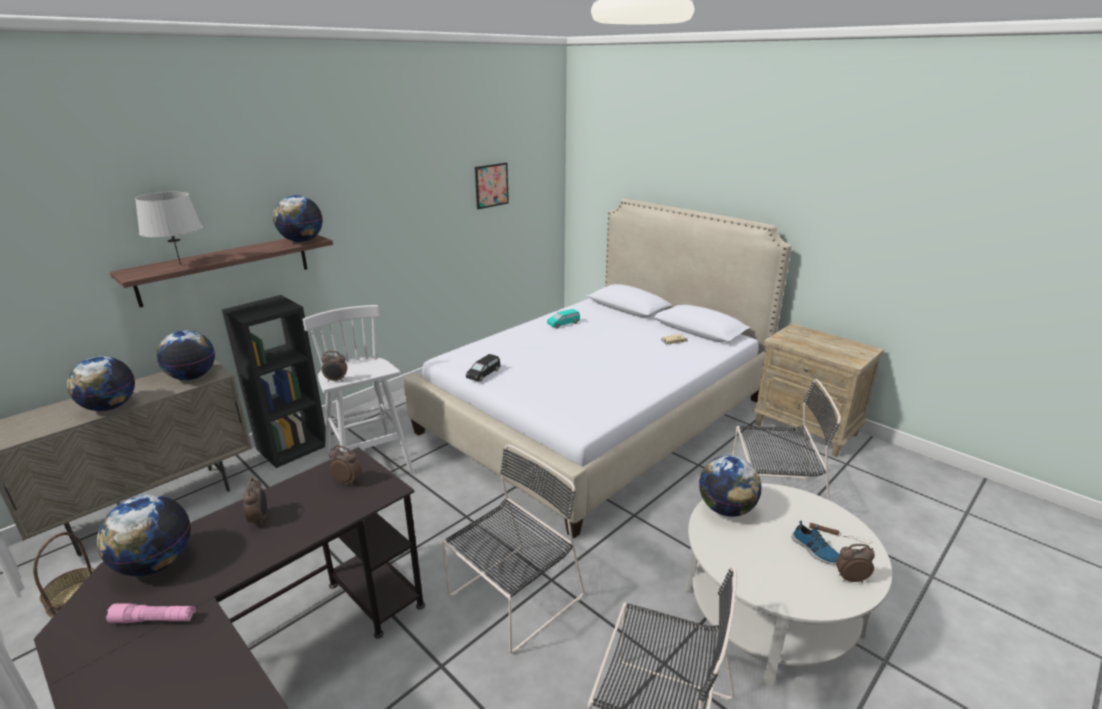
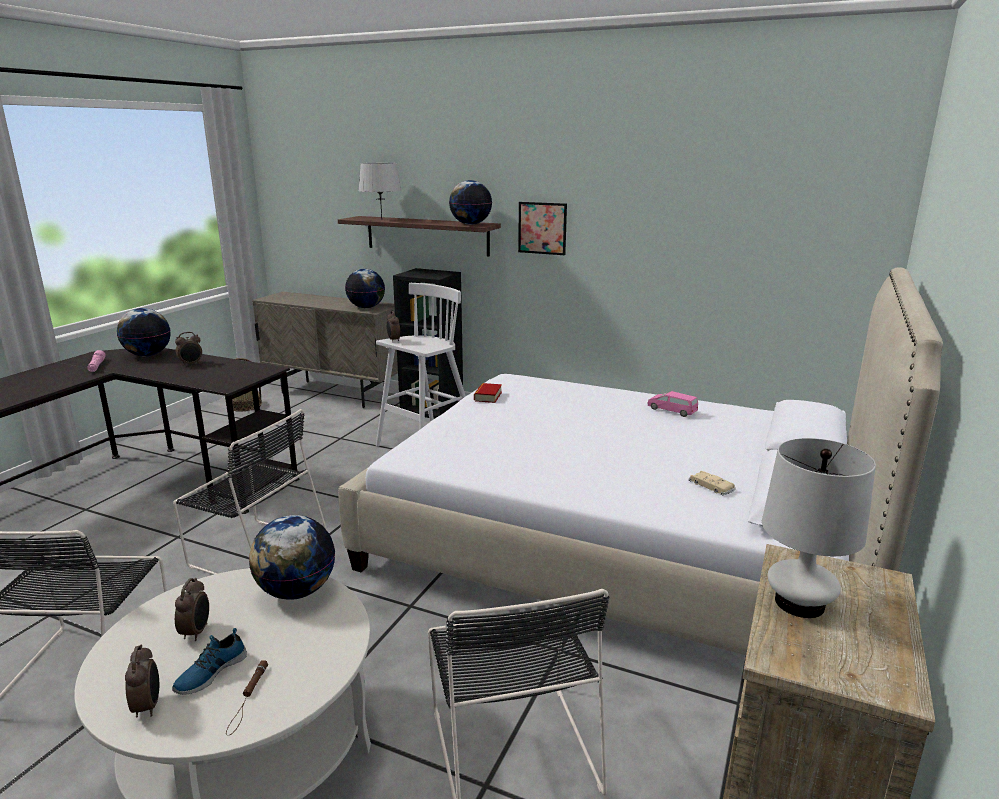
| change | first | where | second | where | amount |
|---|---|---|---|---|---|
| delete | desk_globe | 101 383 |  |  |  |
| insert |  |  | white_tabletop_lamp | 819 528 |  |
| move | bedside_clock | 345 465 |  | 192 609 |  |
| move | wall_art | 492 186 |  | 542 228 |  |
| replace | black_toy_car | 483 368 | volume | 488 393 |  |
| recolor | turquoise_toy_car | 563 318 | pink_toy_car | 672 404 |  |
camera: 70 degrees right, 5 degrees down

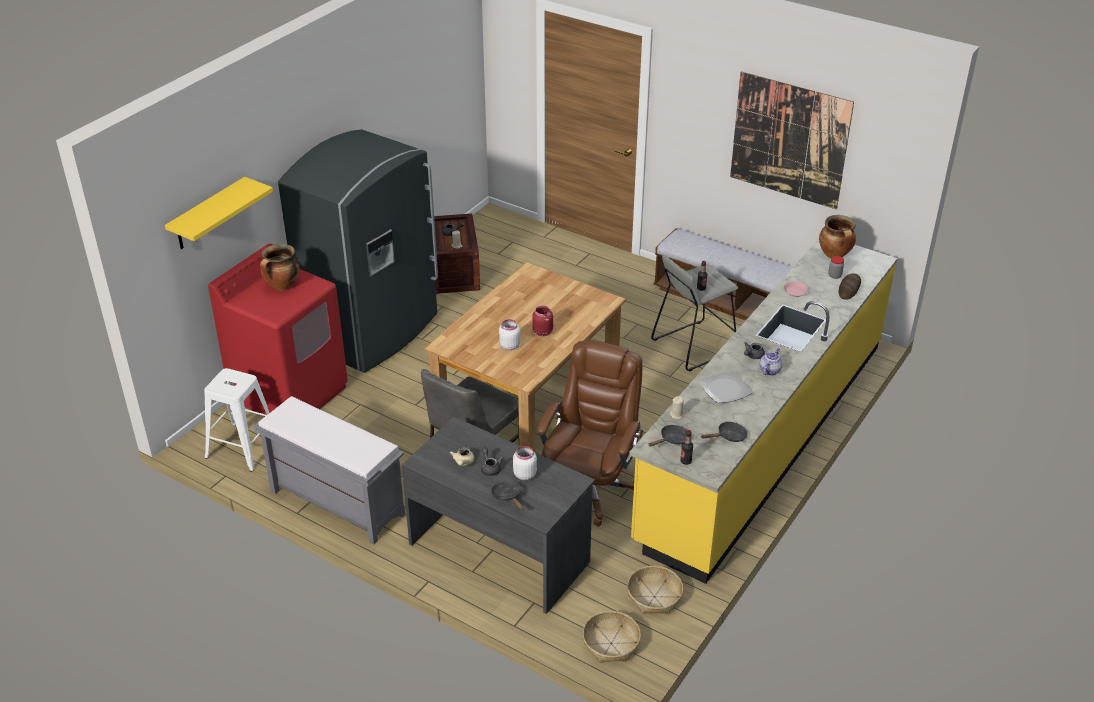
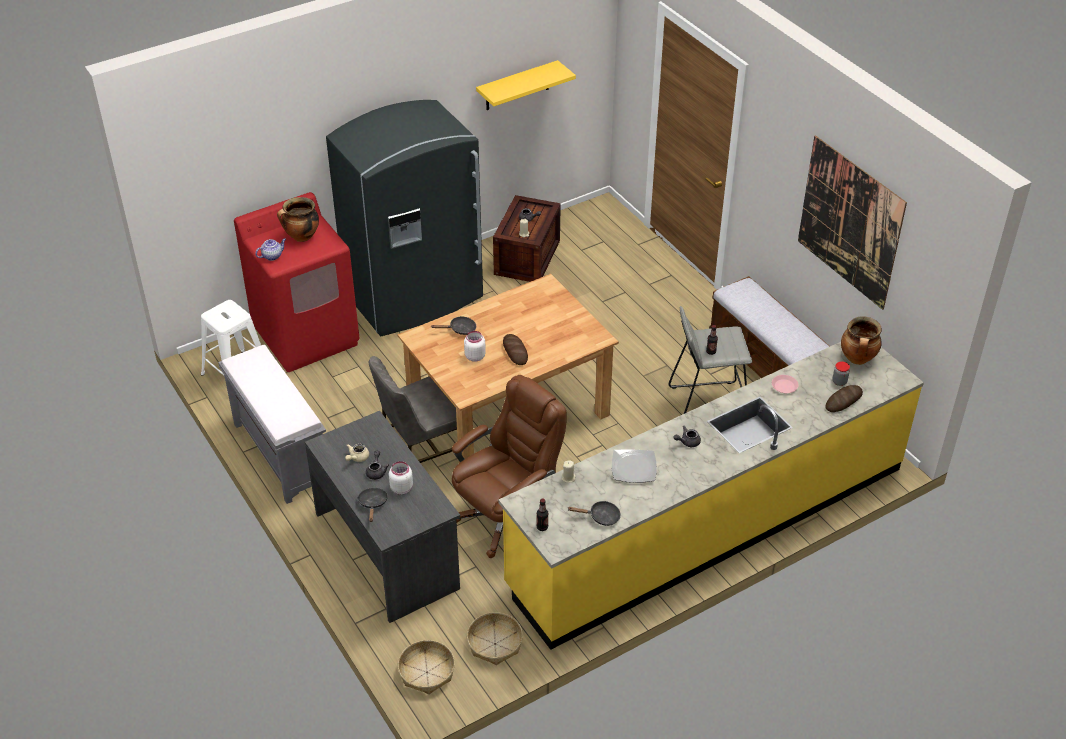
| change | first | where | second | where | amount |
|---|---|---|---|---|---|
| move | yellowish_wall_shelf | 219 213 |  | 526 85 |  |
| move | black_pan | 667 436 |  | 453 325 |  |
| move | tea_pot | 771 361 |  | 270 249 |  |
| replace | red_preserve_jar | 542 321 | bakery_bread | 515 349 |  |
camera: 25 degrees right, 5 degrees up

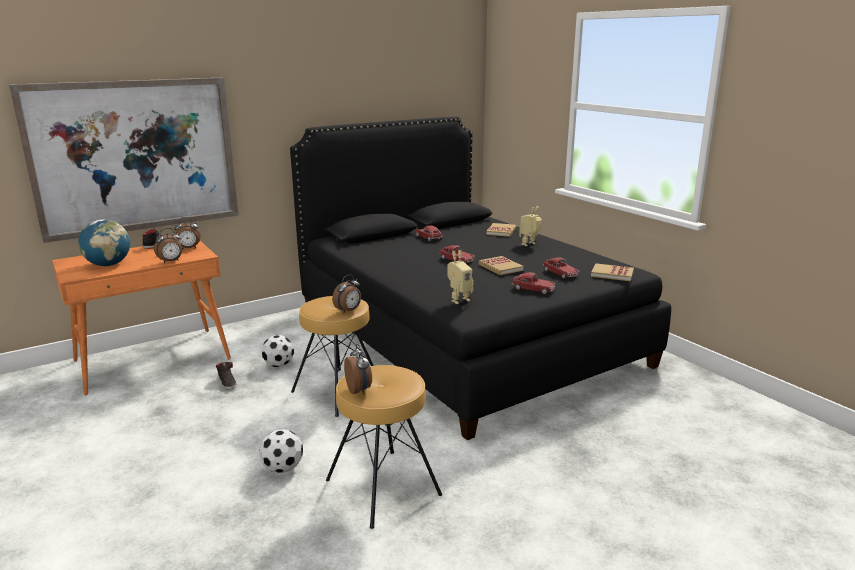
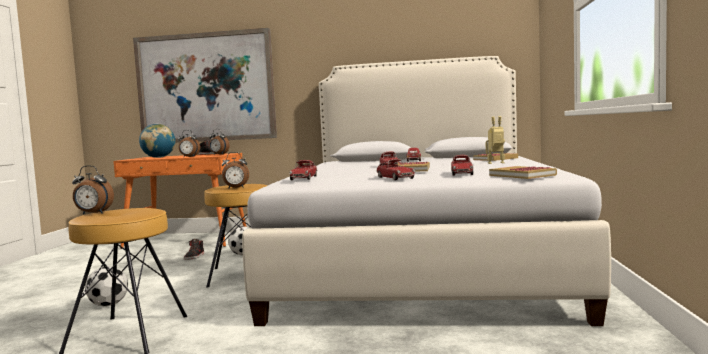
| change | first | where | second | where | amount |
|---|---|---|---|---|---|
| replace | robot_figure | 460 277 | toy_car | 303 170 |  |
| recolor | black_bed | 480 278 | white_bed | 426 191 |  |
| rotate | bedside_clock | 358 369 |  | 93 189 | 75 degrees clockwise |
camera: 40 degrees right, 15 degrees down

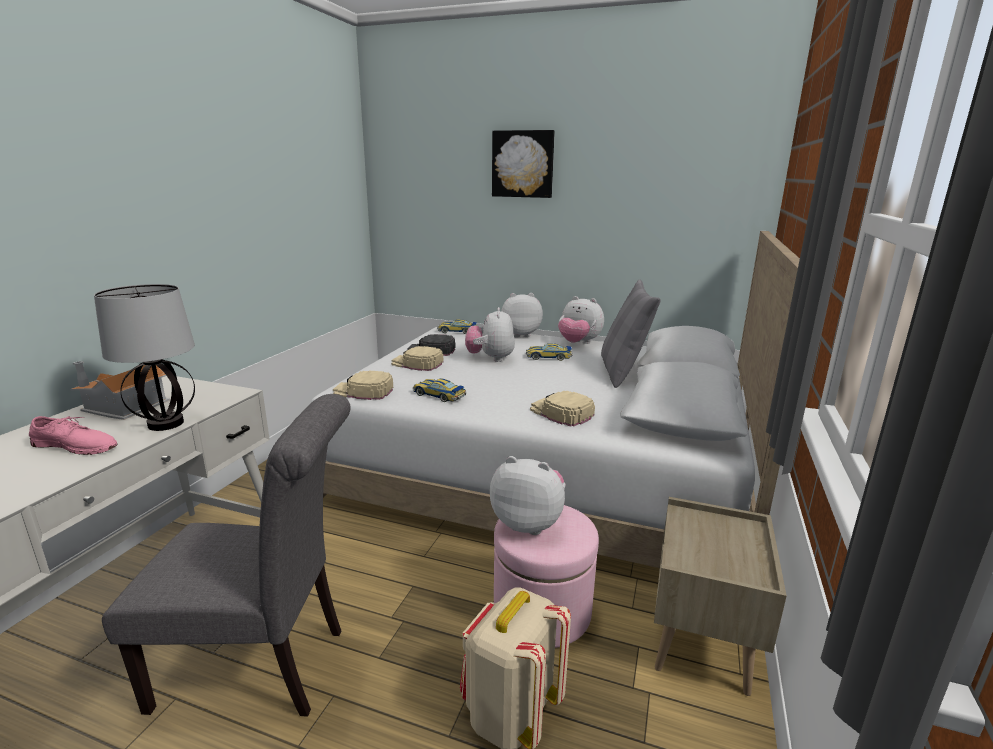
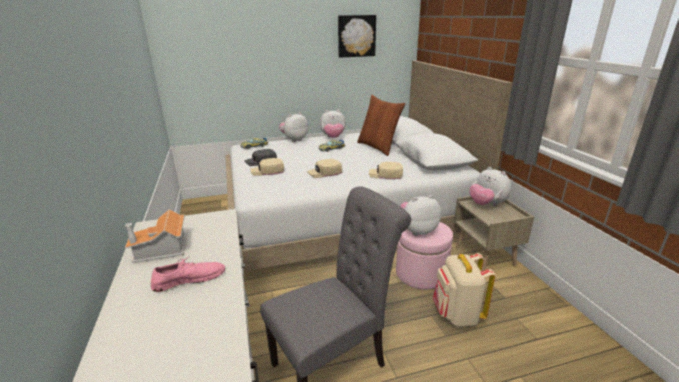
| change | first | where | second | where | amount |
|---|---|---|---|---|---|
| delete | tabletop_lamp | 144 357 |  |  |  |
| delete | toy_car | 439 390 |  |  |  |
| move | sand-coloured_baseball_cap | 363 385 |  | 324 168 |  |
| move | cuddly_toy | 490 334 |  | 490 186 |  |
| move | wall_art | 523 164 |  | 357 36 |  |
| recolor | gray_pillow | 631 333 | brown-coloured_pillow | 381 125 |  |
camera: 35 degrees left, 5 degrees up

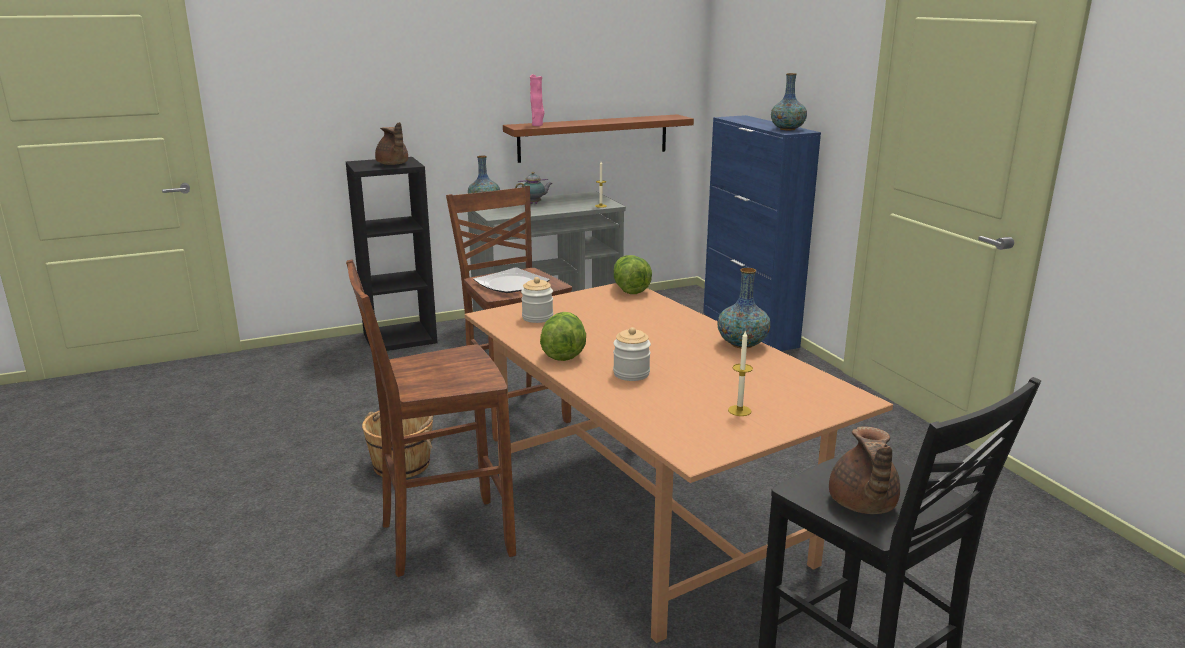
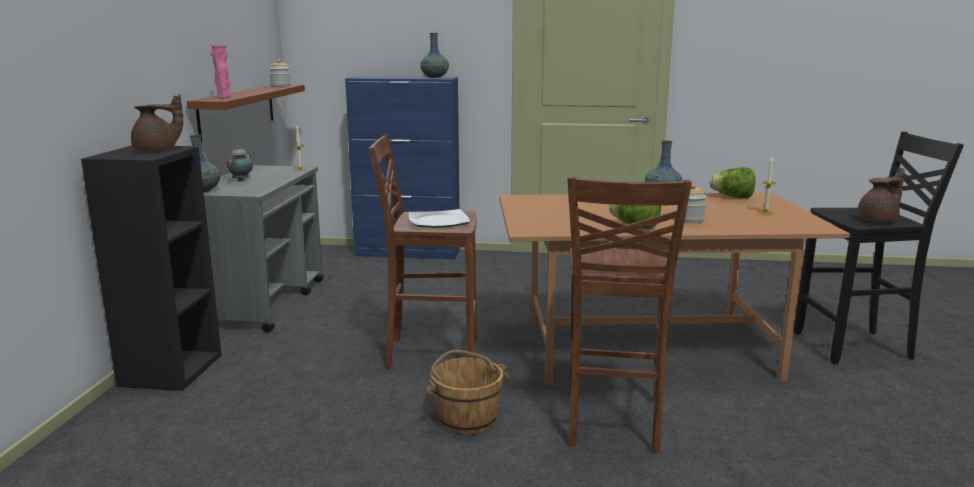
| change | first | where | second | where | amount |
|---|---|---|---|---|---|
| move | preserve_jar | 537 300 |  | 279 73 |  |
| move | lettuce | 632 274 |  | 732 182 |  |
| rotate | brown-coloured_tea_pot | 864 470 |  | 881 195 | 60 degrees counterclockwise |
camera: 60 degrees left, 5 degrees down

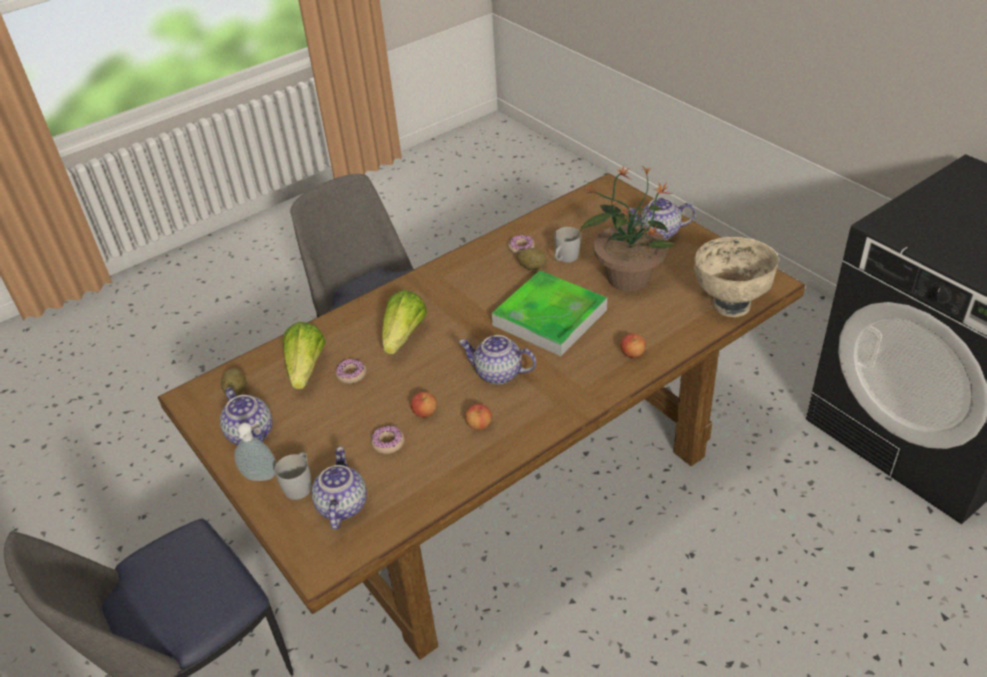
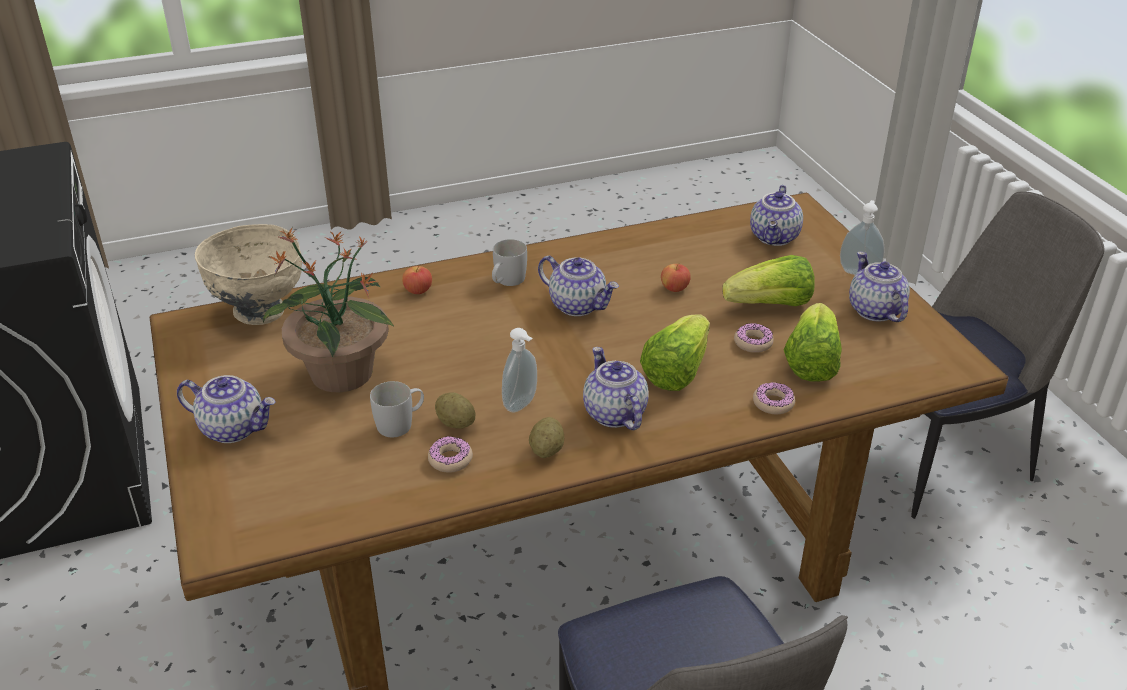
| change | first | where | second | where | amount |
|---|---|---|---|---|---|
| delete | apple_fruit | 478 417 |  |  |  |
| delete | tray | 549 313 |  |  |  |
| insert |  |  | soap_bottle | 519 370 |  |
| insert |  |  | tea_pot | 616 388 |  |
| insert |  |  | lettuce | 768 280 |  |
| move | potato | 233 382 |  | 546 437 |  |
| move | white_mug | 293 476 |  | 509 262 |  |
| move | doughnut | 388 440 |  | 774 398 |  |
camera: 165 degrees left, 5 degrees down

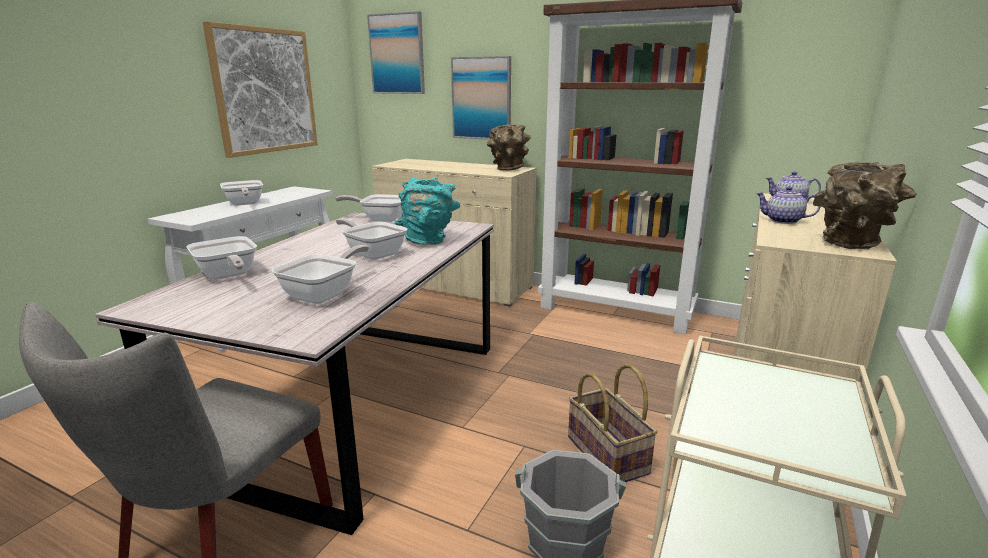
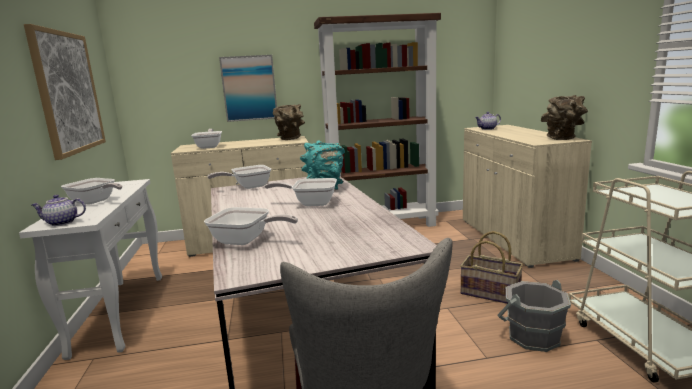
| change | first | where | second | where | amount |
|---|---|---|---|---|---|
| delete | wall_art | 396 52 |  |  |  |
| move | pan | 320 274 |  | 206 139 |  |
| move | tea_pot | 788 205 |  | 58 210 |  |
camera: 35 degrees left, 5 degrees down

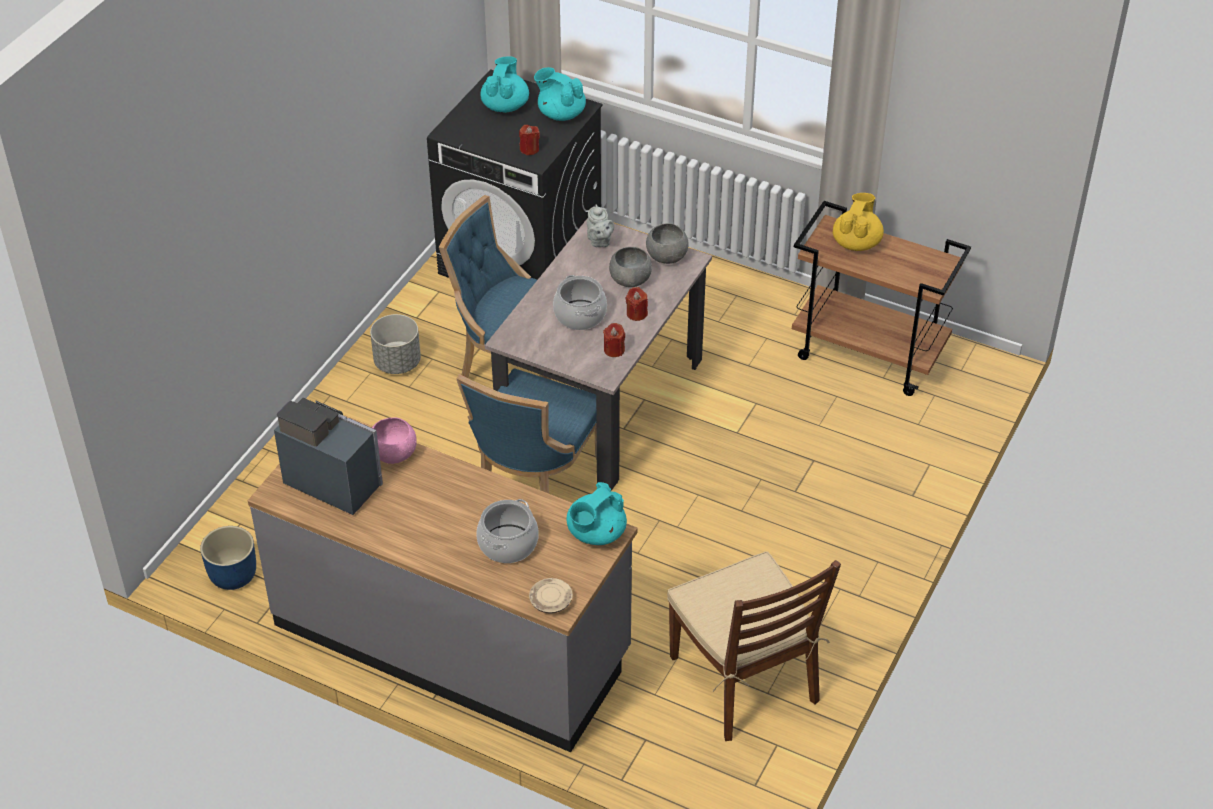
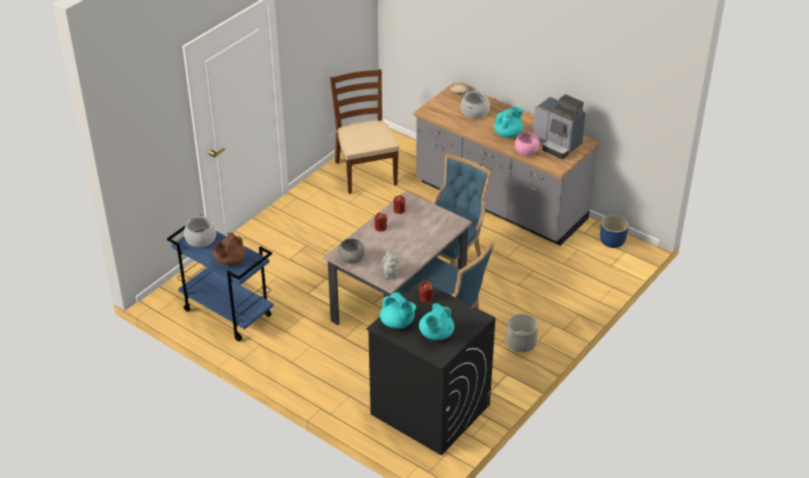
| change | first | where | second | where | amount |
|---|---|---|---|---|---|
| delete | gray_serving_bowl | 630 267 |  |  |  |
| move | cooking_pot | 580 302 |  | 200 231 |  |
| move | turquoise_tea_pot | 596 513 |  | 508 122 |  |
| recolor | brown-coloured_cart | 881 298 | blue-coloured_cart | 220 278 |  |
| recolor | yellowish_tea_pot | 858 222 | brown-coloured_tea_pot | 229 248 |  |
camera: 170 degrees left, 5 degrees down

